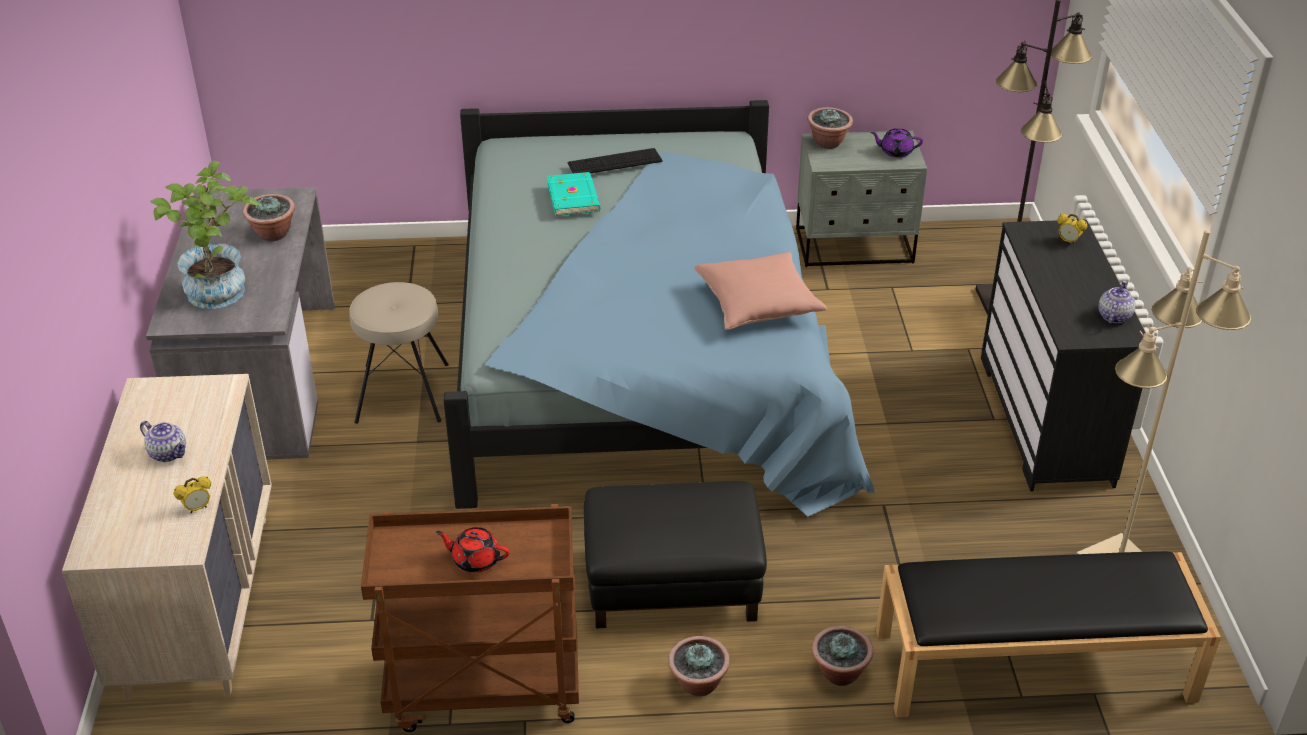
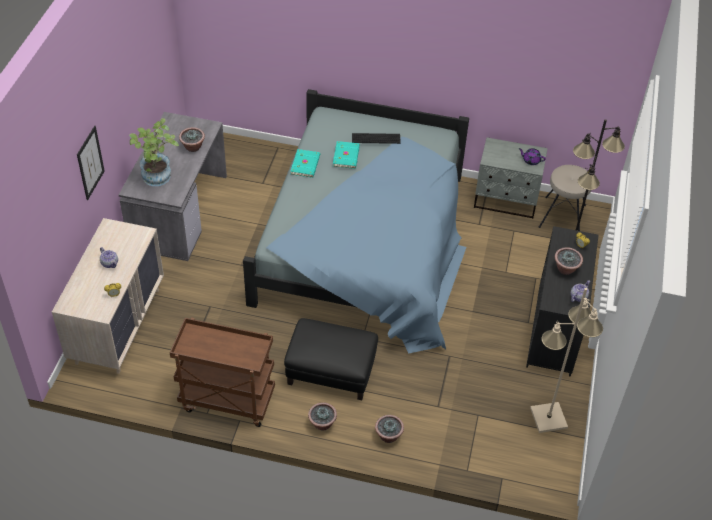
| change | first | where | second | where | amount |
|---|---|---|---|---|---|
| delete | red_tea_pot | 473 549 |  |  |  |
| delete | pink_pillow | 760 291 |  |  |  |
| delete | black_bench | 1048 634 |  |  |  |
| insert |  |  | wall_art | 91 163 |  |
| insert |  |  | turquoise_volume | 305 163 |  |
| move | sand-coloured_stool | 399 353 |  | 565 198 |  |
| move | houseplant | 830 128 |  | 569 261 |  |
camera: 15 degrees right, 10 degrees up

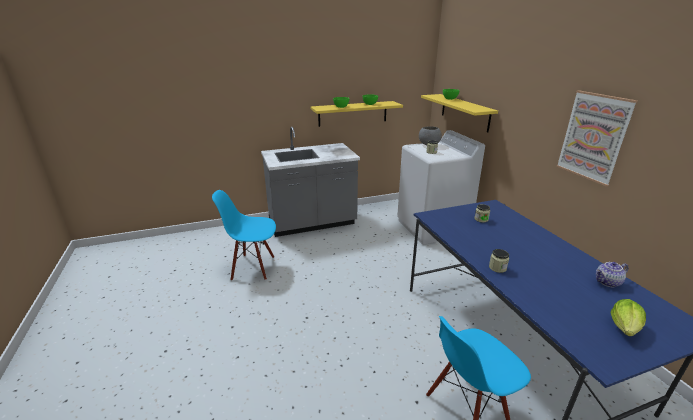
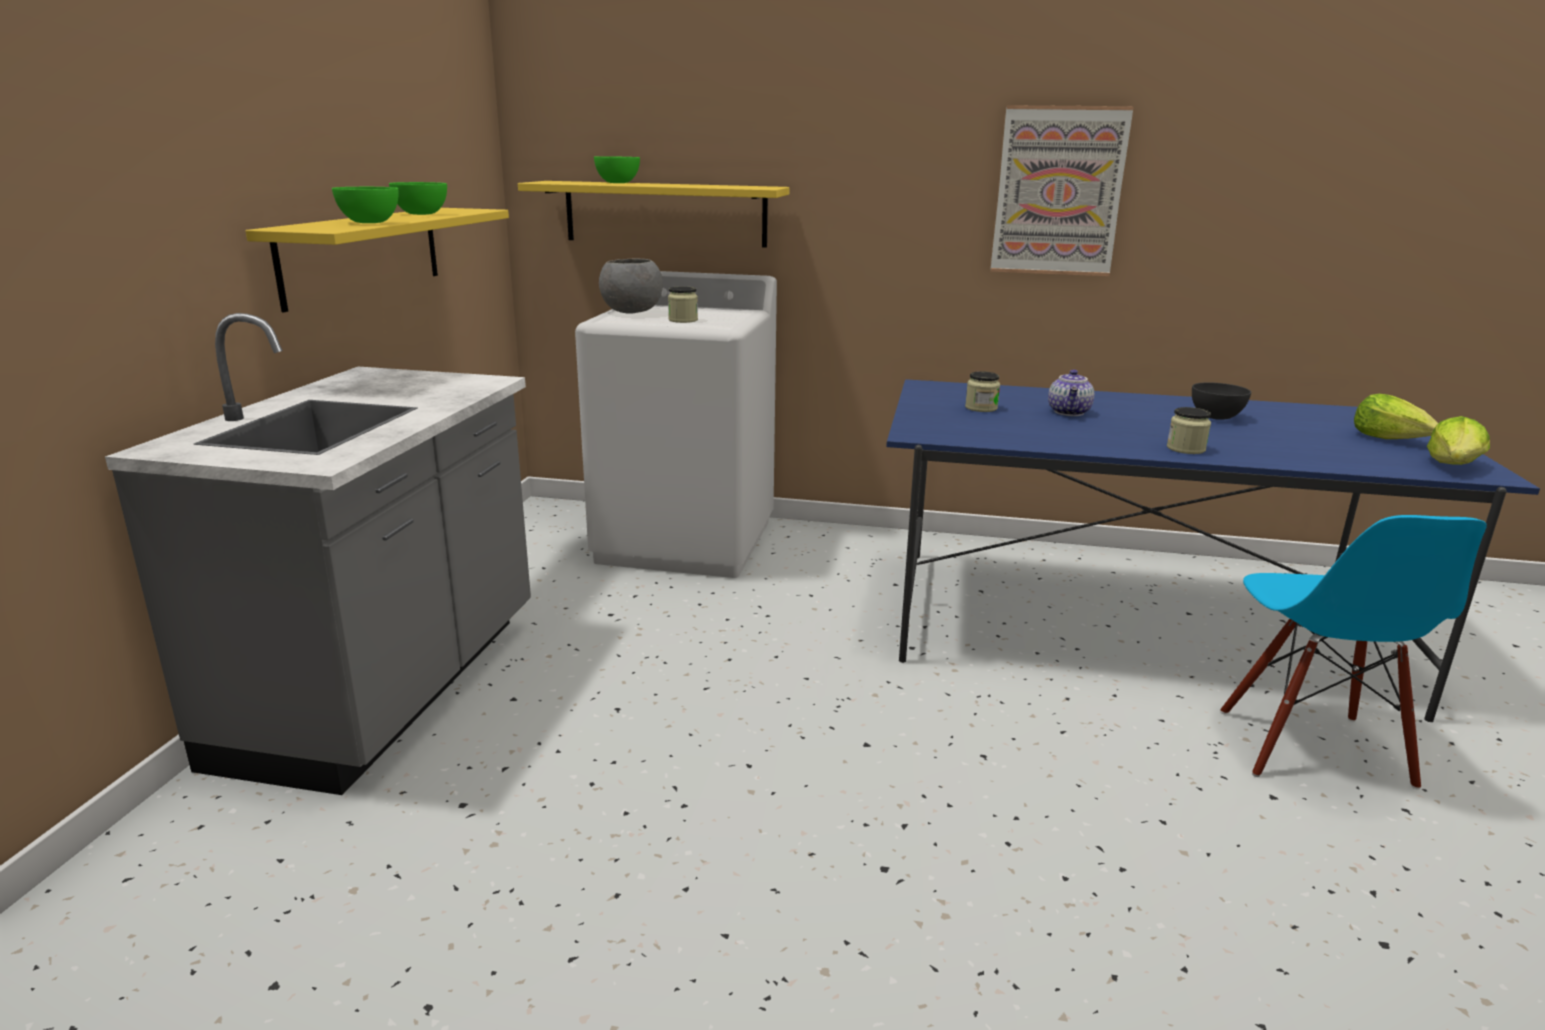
| change | first | where | second | where | amount |
|---|---|---|---|---|---|
| delete | blue-coloured_chair | 244 235 |  |  |  |
| insert |  |  | gray_serving_bowl | 1221 401 |  |
| insert |  |  | lettuce | 1458 440 |  |
| move | tea_pot | 612 274 |  | 1071 393 |  |
camera: 60 degrees left, 5 degrees down

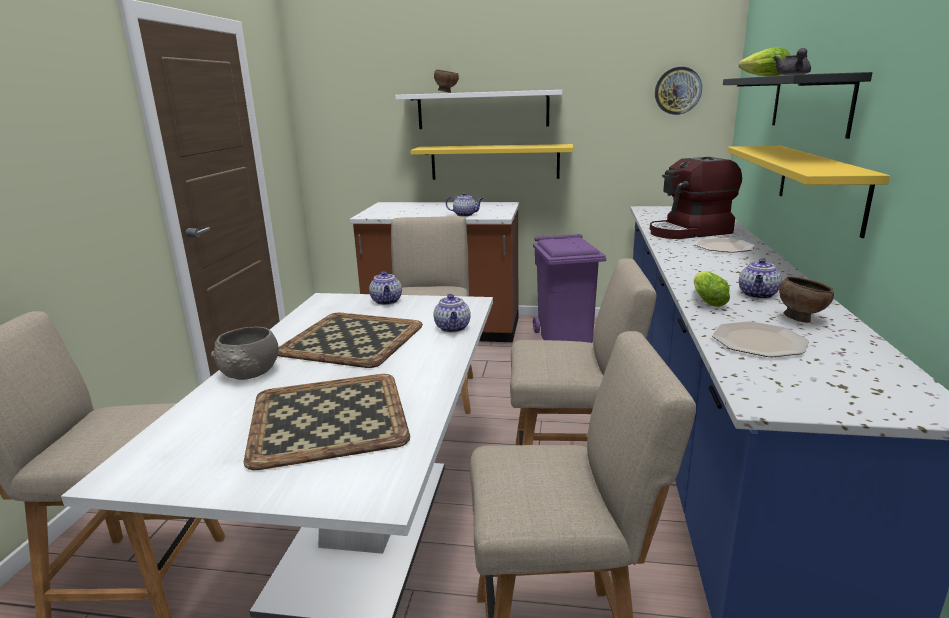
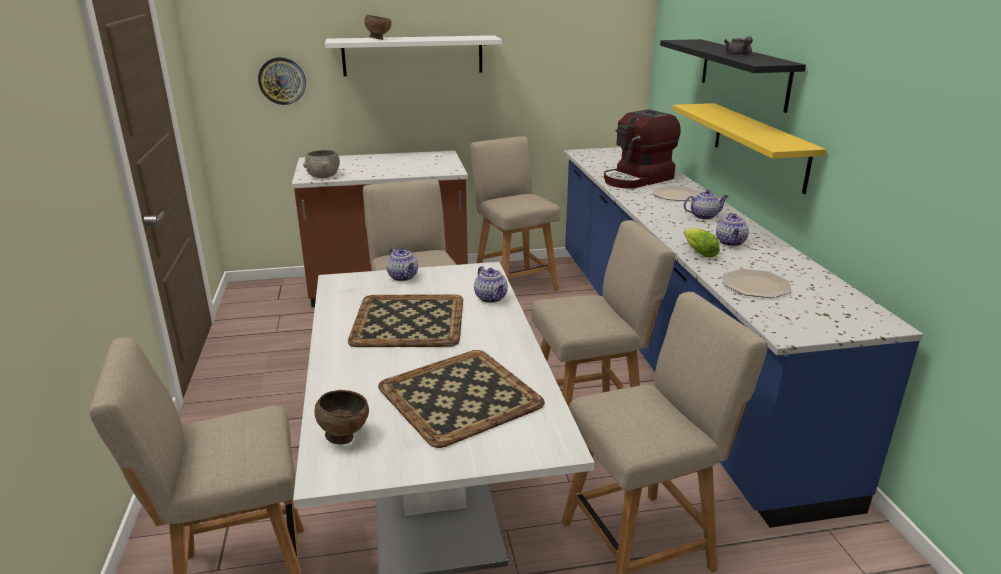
| change | first | where | second | where | amount |
|---|---|---|---|---|---|
| delete | yellowish_wall_shelf | 491 162 |  |  |  |
| delete | lettuce | 765 61 |  |  |  |
| move | gray_serving_bowl | 245 353 |  | 321 164 |  |
| move | tea_pot | 464 204 |  | 705 205 |  |
| move | clock_on_the_wall | 678 91 |  | 282 81 |  |
| move | brown-coloured_serving_bowl | 806 300 |  | 342 417 |  |
| replace | purple-coloured_trash_can | 569 288 | sand-coloured_chair | 515 213 |  |
camera: 20 degrees left, 5 degrees up

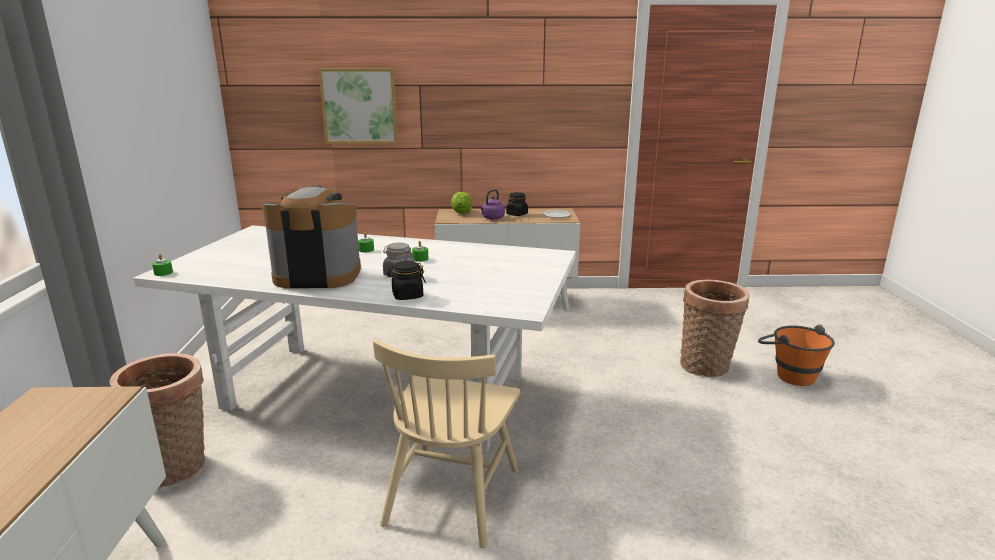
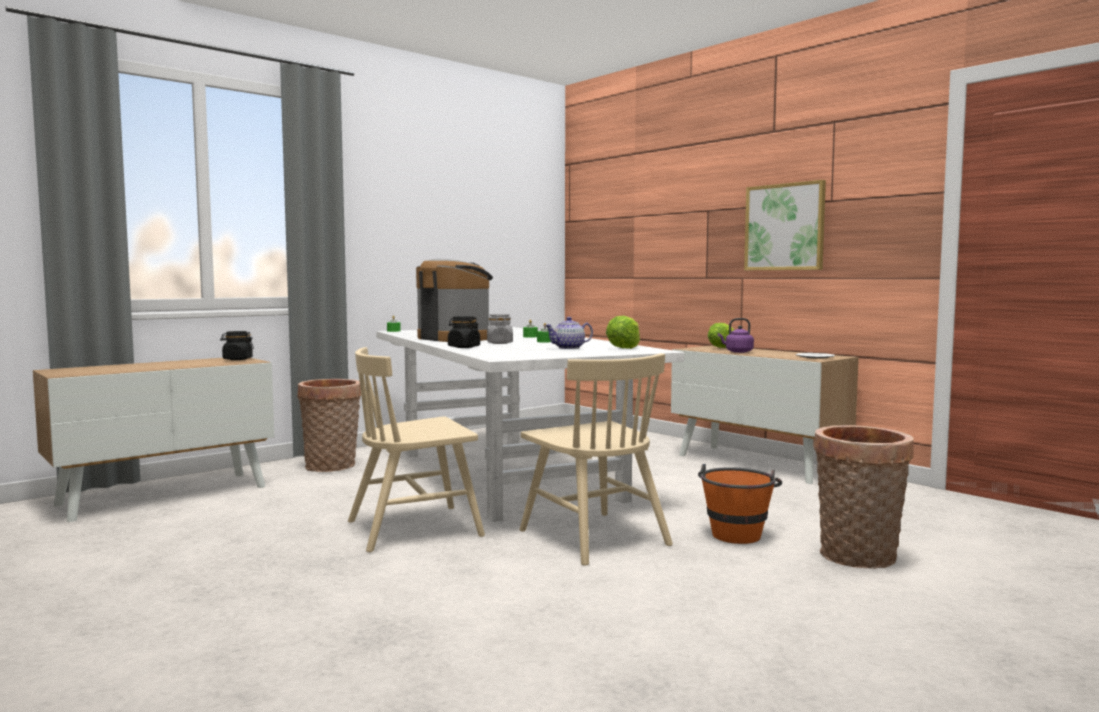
| change | first | where | second | where | amount |
|---|---|---|---|---|---|
| insert |  |  | sand-coloured_chair | 596 459 |  |
| insert |  |  | tea_pot | 569 333 |  |
| insert |  |  | lettuce | 623 332 |  |
| move | wall_art | 358 106 |  | 785 225 |  |
| move | black_preserve_jar | 517 204 |  | 237 345 |  |
| move | orange_water_bucket | 796 355 |  | 740 504 |  |
camera: 50 degrees right, 15 degrees down

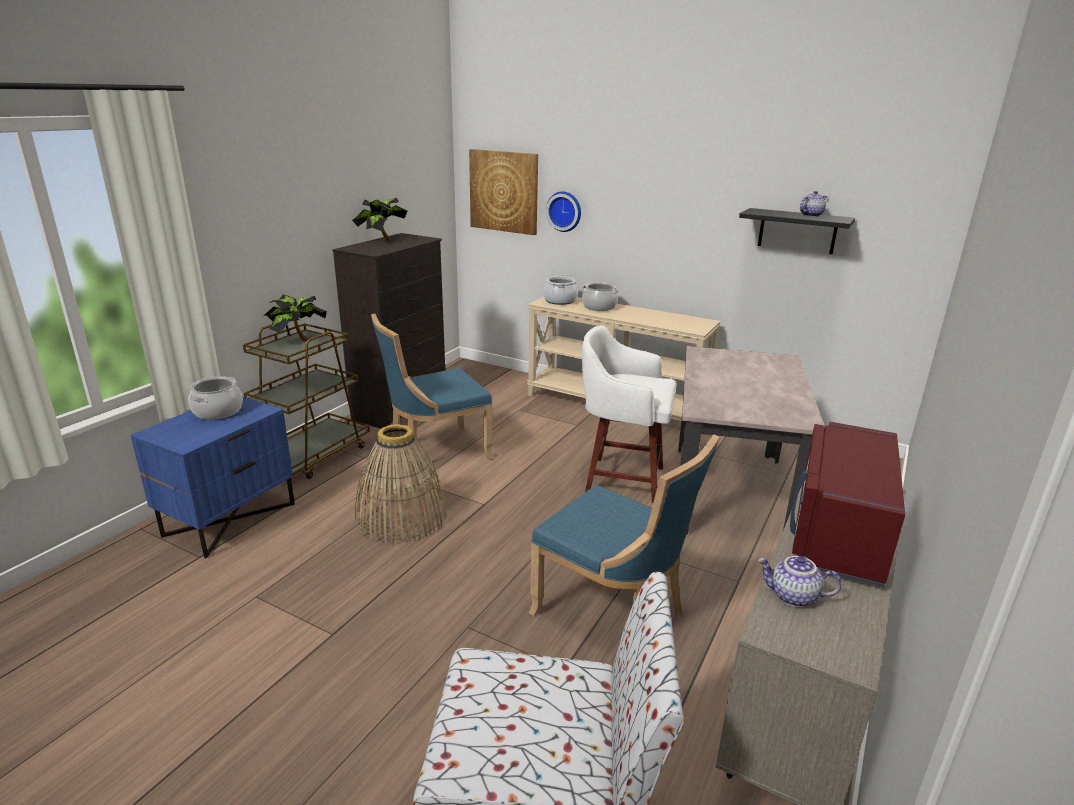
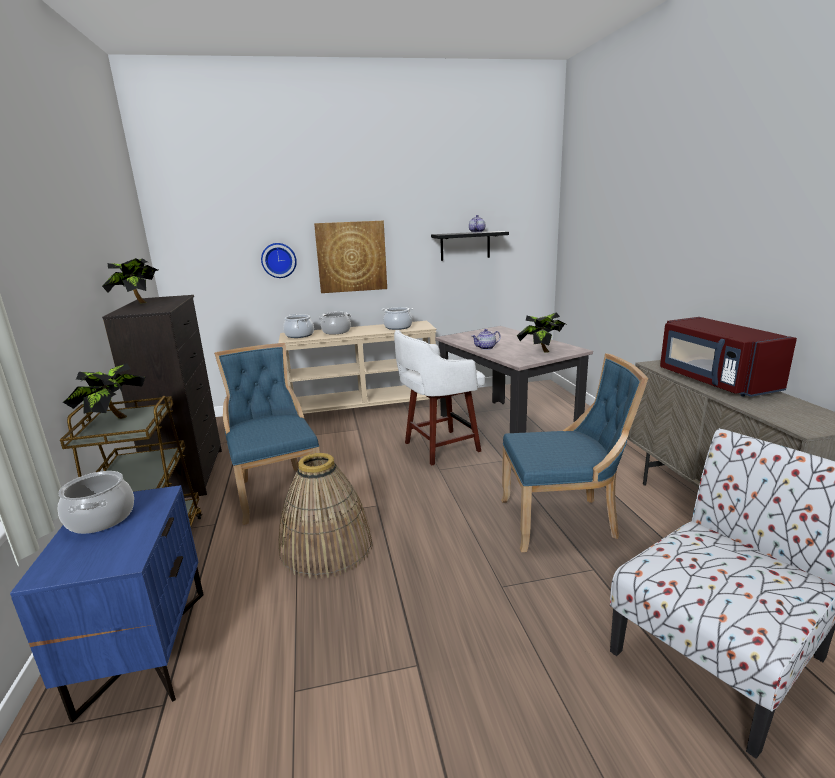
| change | first | where | second | where | amount |
|---|---|---|---|---|---|
| insert |  |  | cooking_pot | 397 318 |  |
| insert |  |  | houseplant | 541 333 |  |
| move | wall_art | 503 192 |  | 350 257 |  |
| move | tea_pot | 799 581 |  | 486 339 |  |
| rotate | blue-coloured_chair | 432 393 |  | 269 434 | 135 degrees clockwise |
camera: 40 degrees left, 5 degrees down

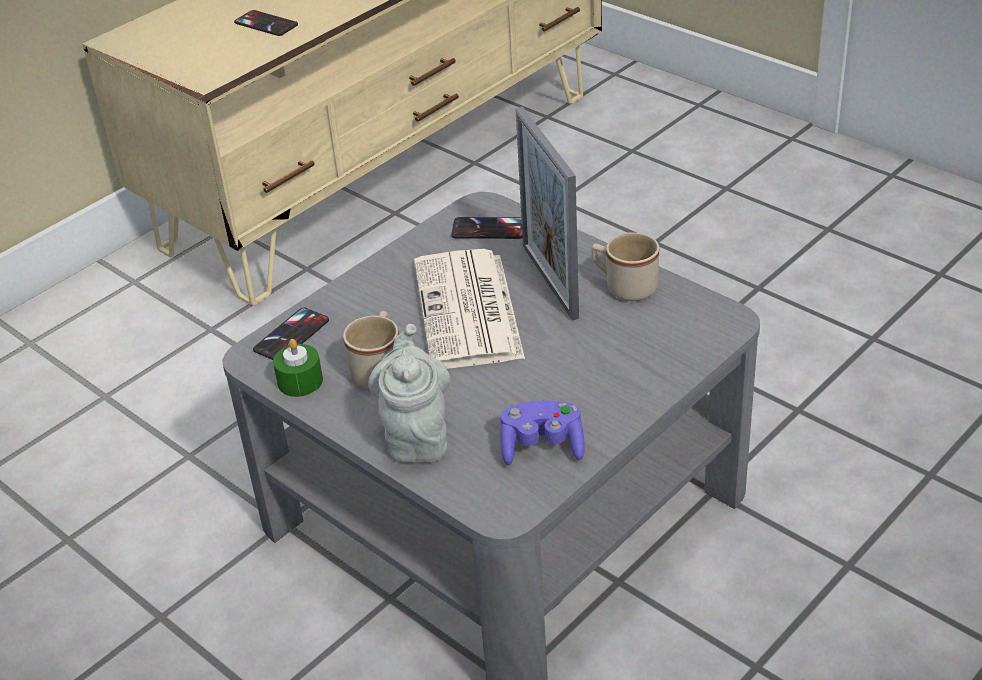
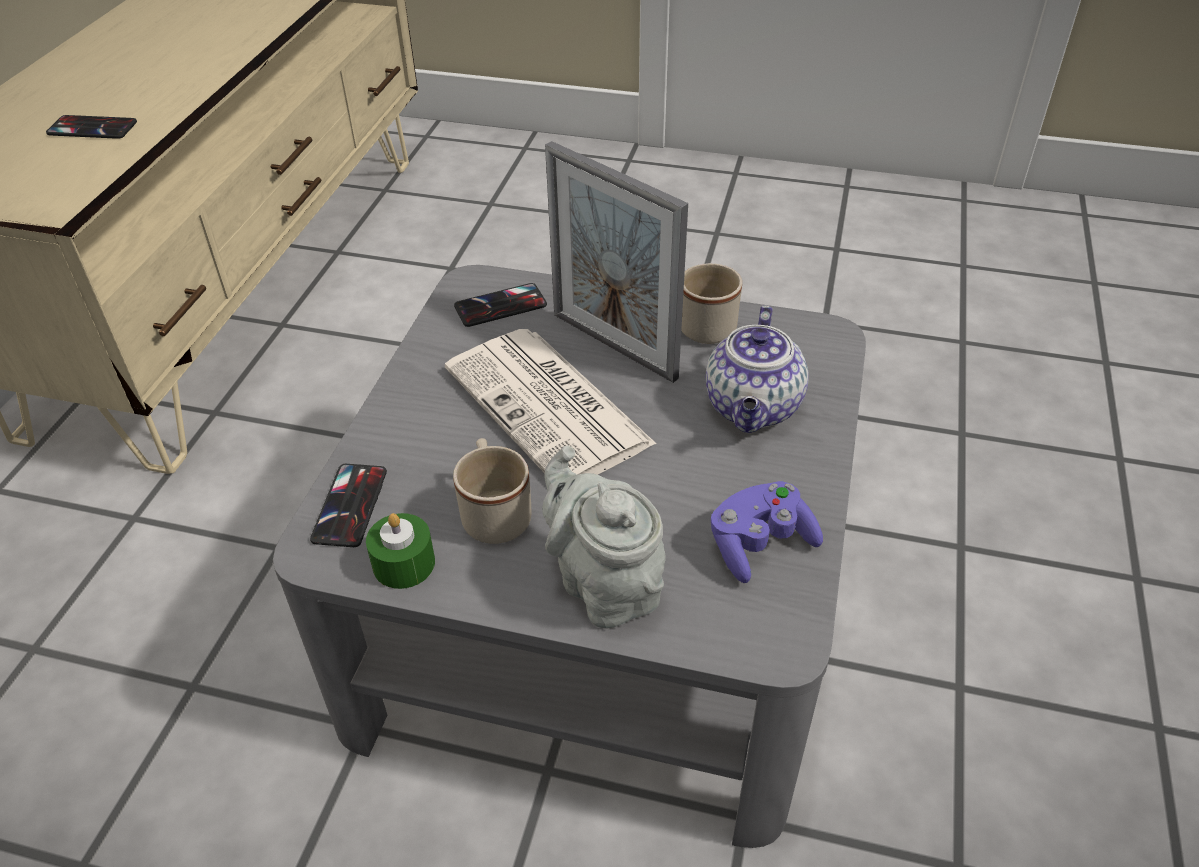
| change | first | where | second | where | amount |
|---|---|---|---|---|---|
| insert |  |  | tea_pot | 757 369 |  |
camera: 30 degrees left, 5 degrees up

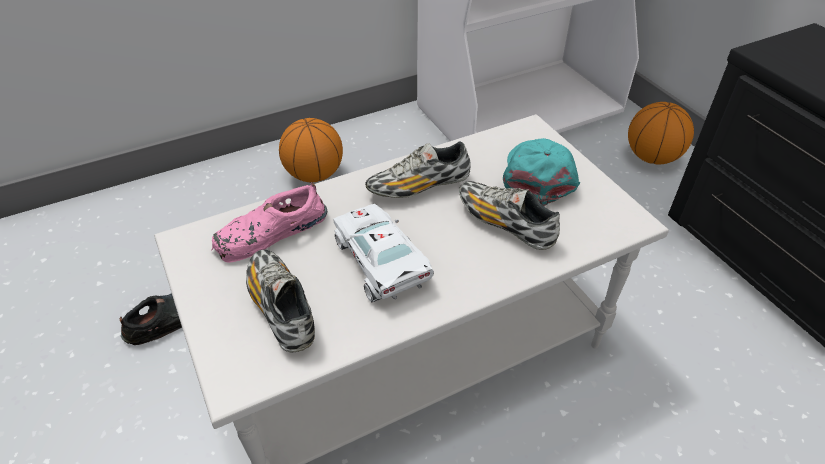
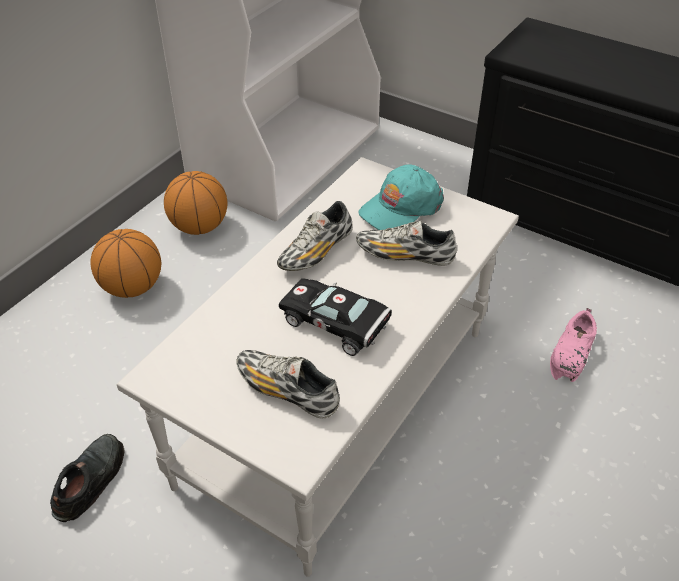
| change | first | where | second | where | amount |
|---|---|---|---|---|---|
| move | pink_shoe | 269 222 |  | 573 345 |  |
| move | ball_for_basketball | 661 133 |  | 196 203 |  |
| recolor | white_toy_car | 383 253 | black_toy_car | 335 317 |  |
| rotate | turquoise_baseball_cap | 541 172 |  | 401 197 | 105 degrees counterclockwise |
camera: 30 degrees left, 0 degrees up

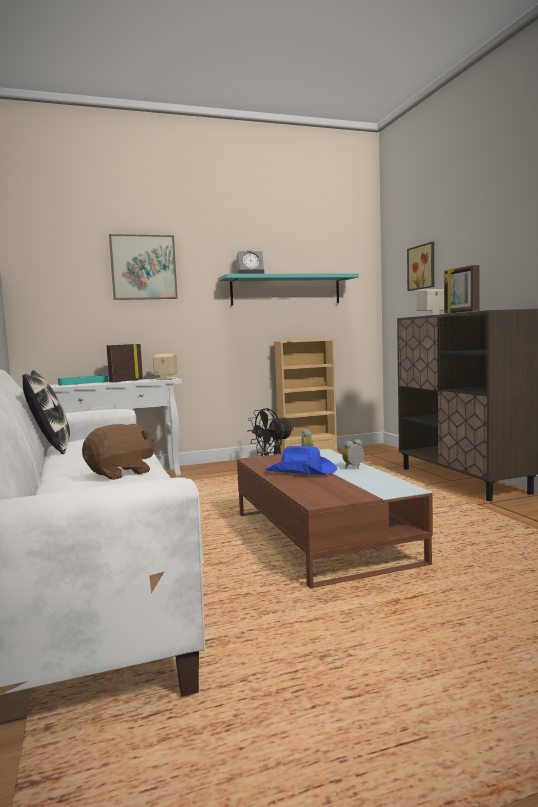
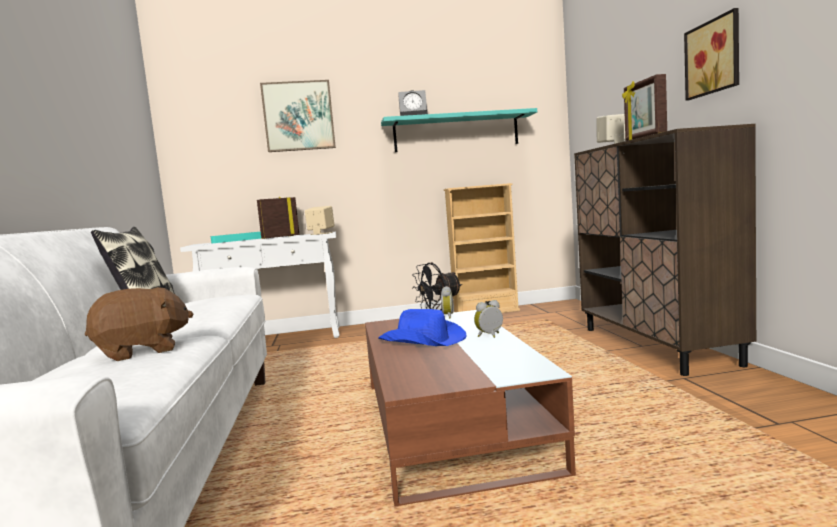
| change | first | where | second | where | amount |
|---|---|---|---|---|---|
| move | wall_art | 420 266 |  | 711 54 |  |
camera: 10 degrees right, 0 degrees up

